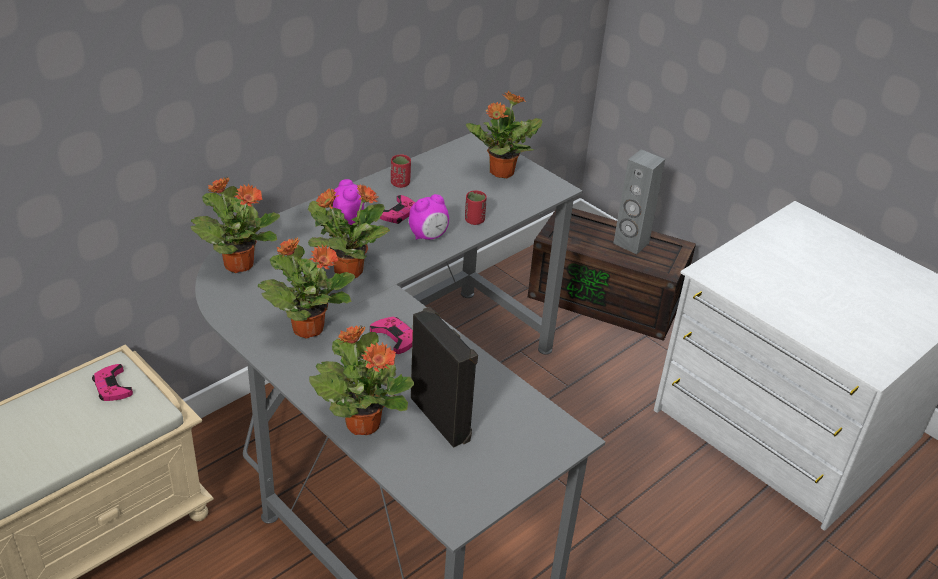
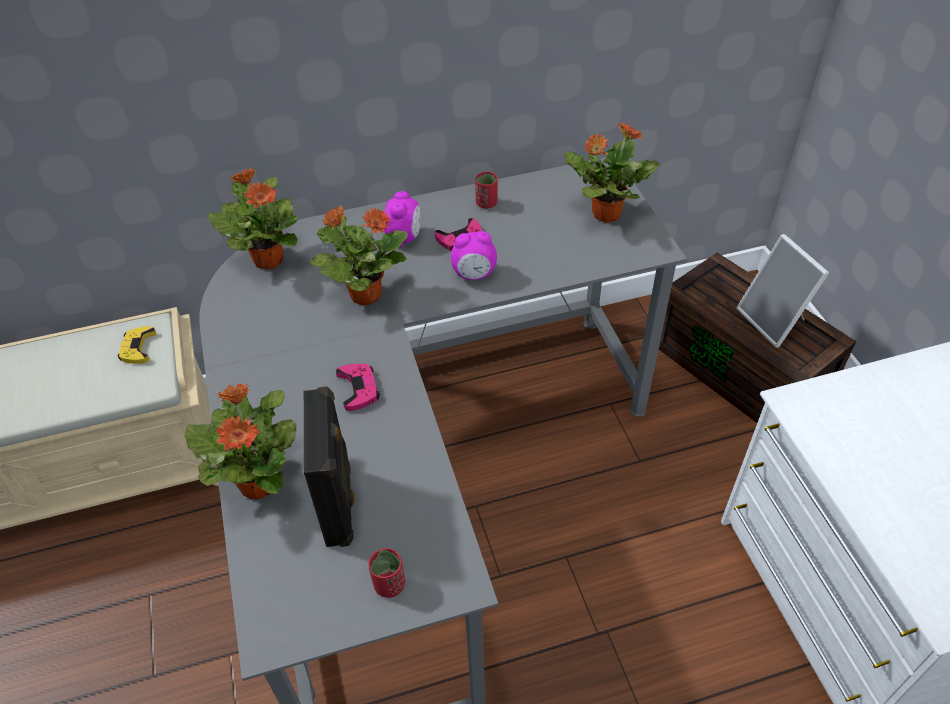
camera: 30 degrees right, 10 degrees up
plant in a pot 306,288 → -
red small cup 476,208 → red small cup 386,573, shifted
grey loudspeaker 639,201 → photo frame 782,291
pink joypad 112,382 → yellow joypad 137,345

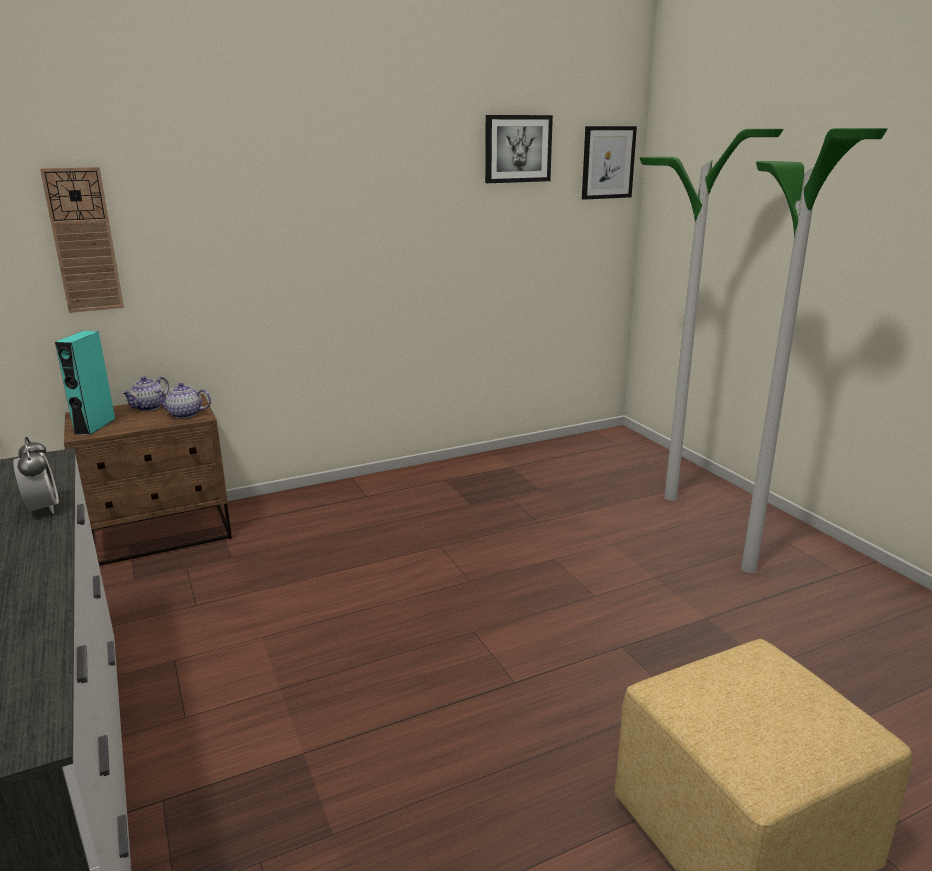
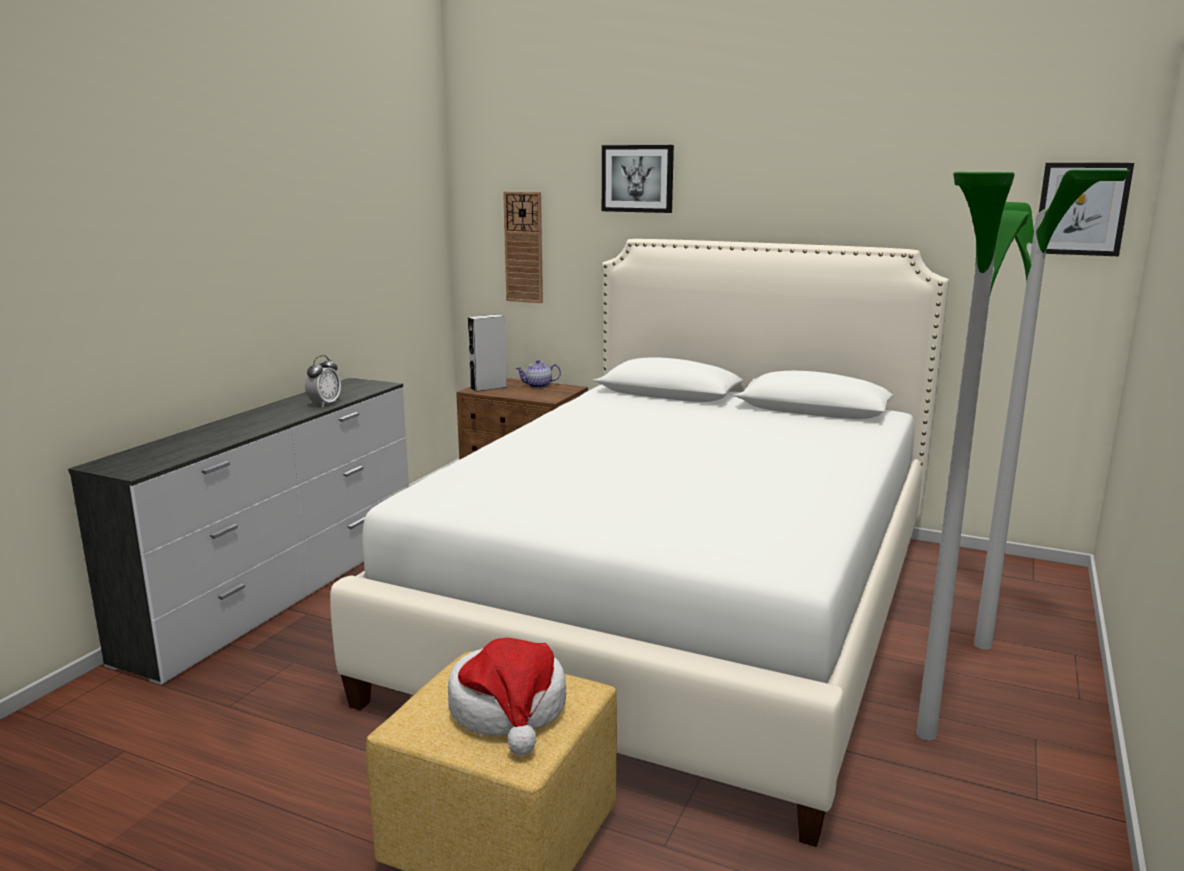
camera: 50 degrees right, 5 degrees down
tea pot 182,401 → -
- → white bedroom bed 639,543
- → clothing hat 507,696
picture 519,149 → picture 638,179, shifted
turquoise loudspeaker 85,383 → grey loudspeaker 487,353

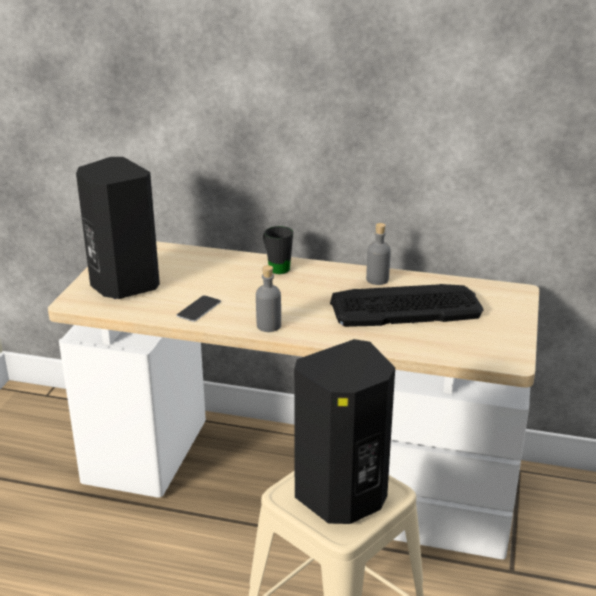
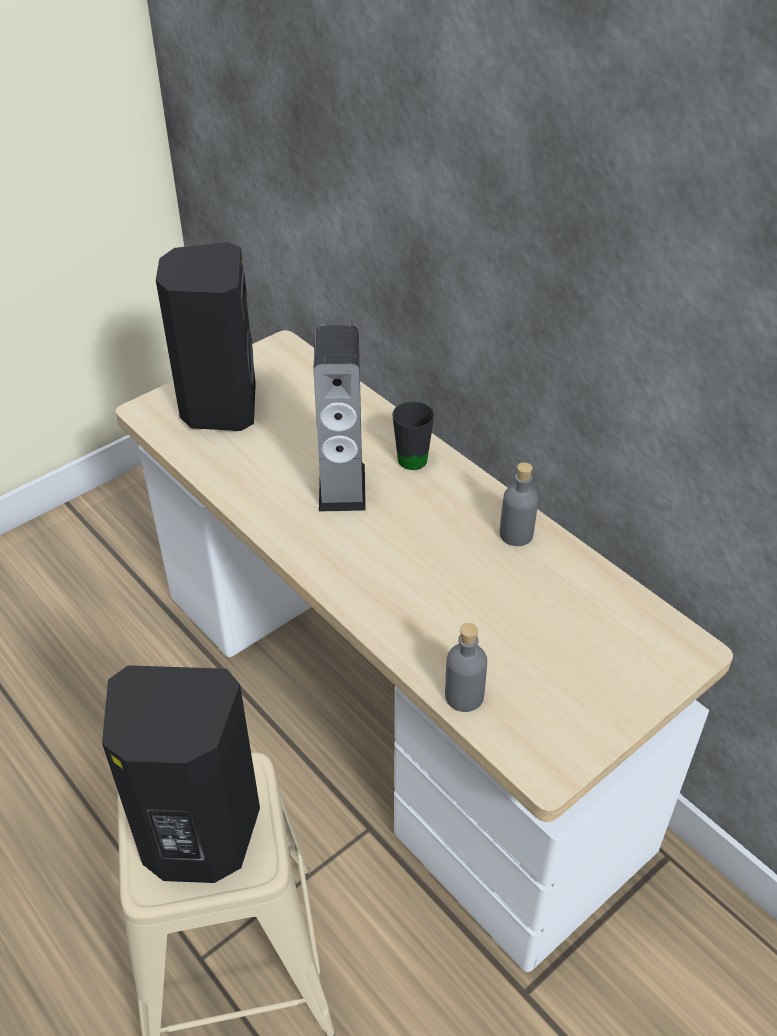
camera: 35 degrees right, 15 degrees up
telephone 198,308 → -
computer keyboard 407,305 → -
- → loudspeaker 339,418
grey beverage bottle 268,298 → grey beverage bottle 466,667, shifted

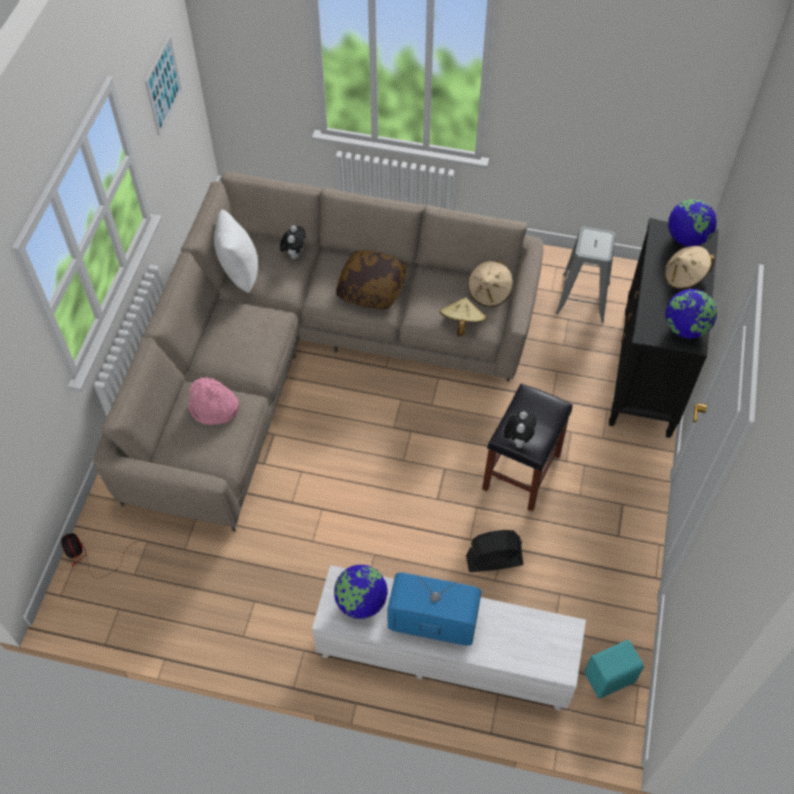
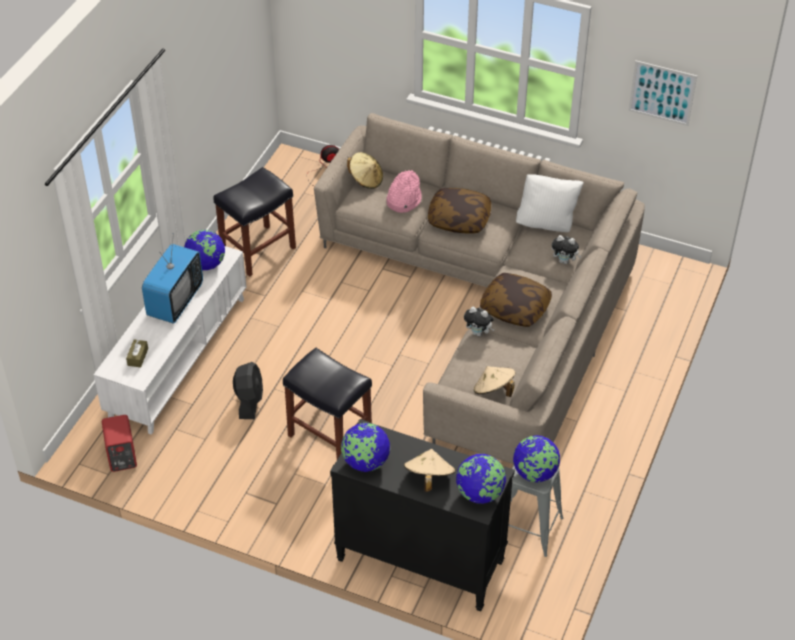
camera: 100 degrees right, 10 degrees down
- → brown-coloured tissue holder 137,353
- → black stool seat 254,222
- → cushion 459,210
- → world globe 536,459
beige clothing hat 463,316 → beige clothing hat 365,170, shifted
plush toy 520,429 → plush toy 479,321, shifted
turquoise loudspeaker 614,669 → red loudspeaker 119,443

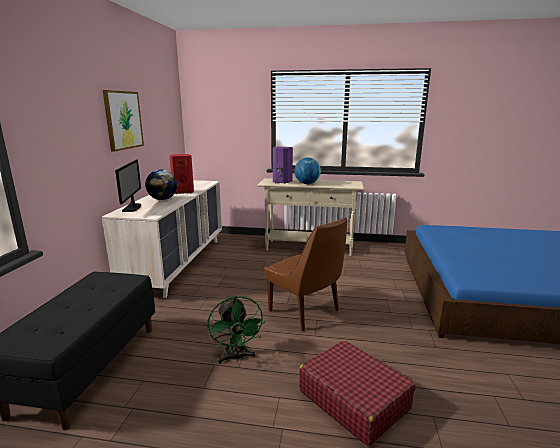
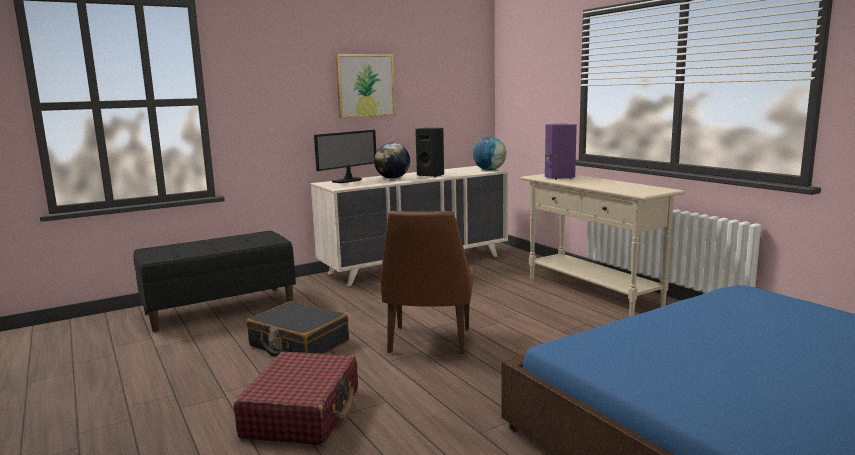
camera: 50 degrees right, 5 degrees down
world globe 307,170 → world globe 489,153, shifted
green electric fan 236,330 → black suitcase 297,329
red loudspeaker 182,174 → black loudspeaker 429,152

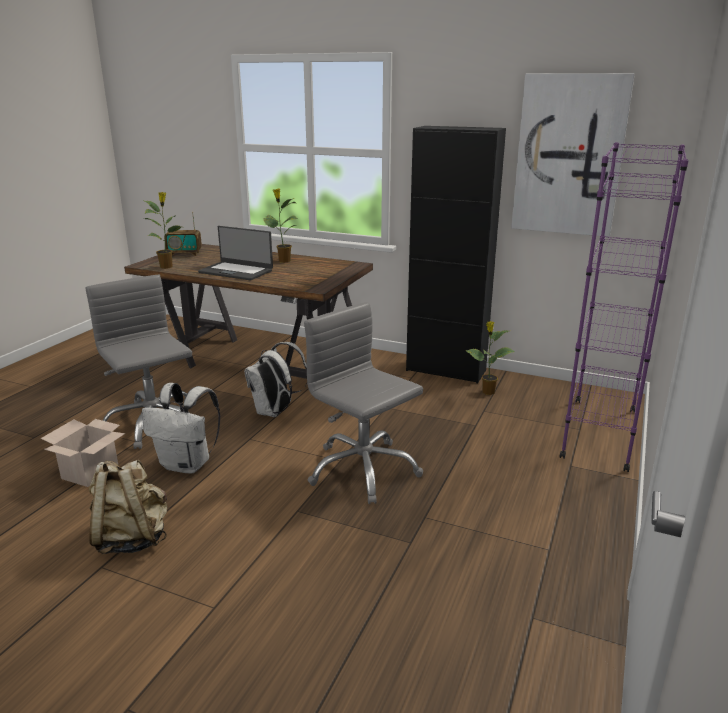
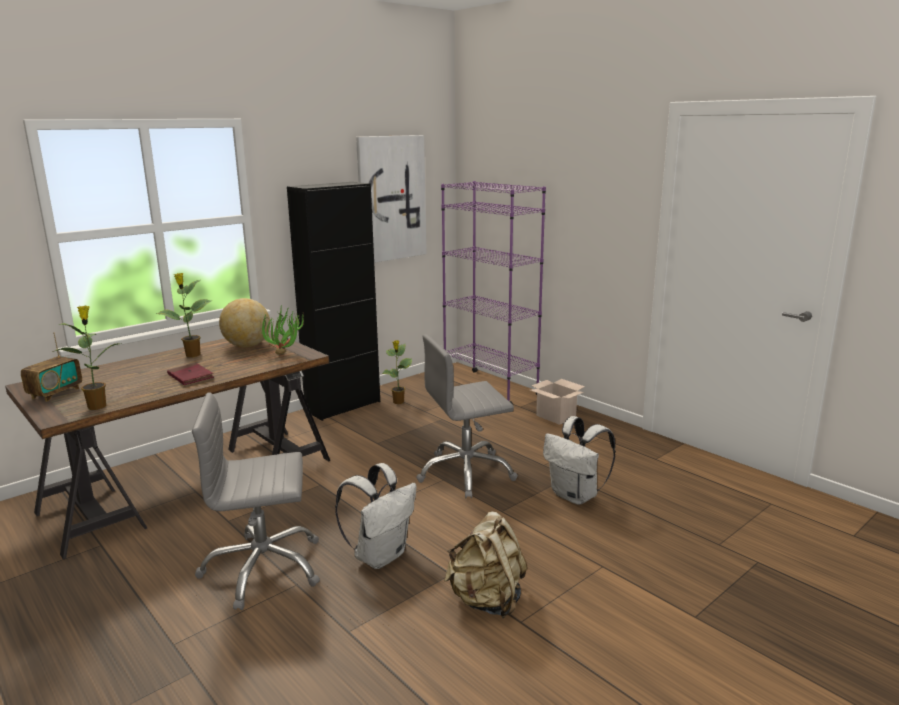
camera: 65 degrees left, 5 degrees down
- → world globe 244,323
- → plant in a pot 282,329
carton 83,453 → carton 557,402, shifted
white rucksack 275,379 → white rucksack 579,460, shifted
portable computer 235,253 → red book 190,374

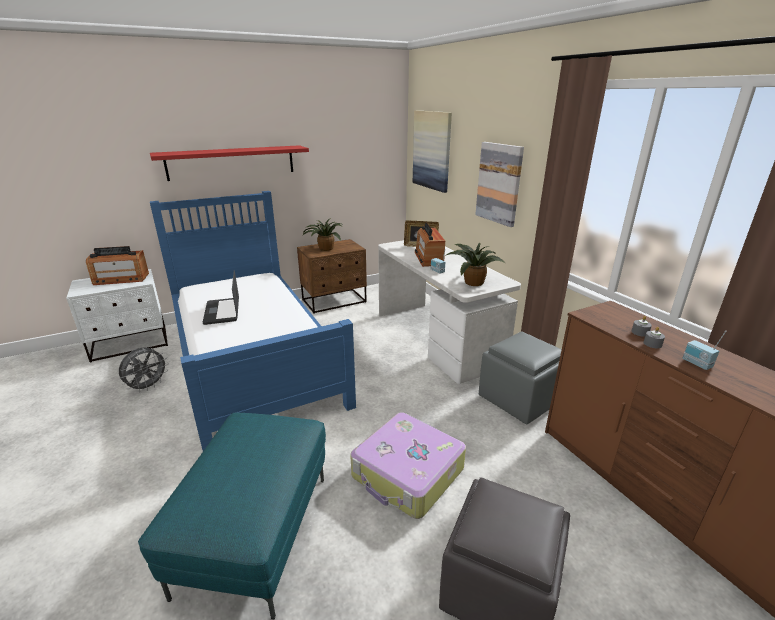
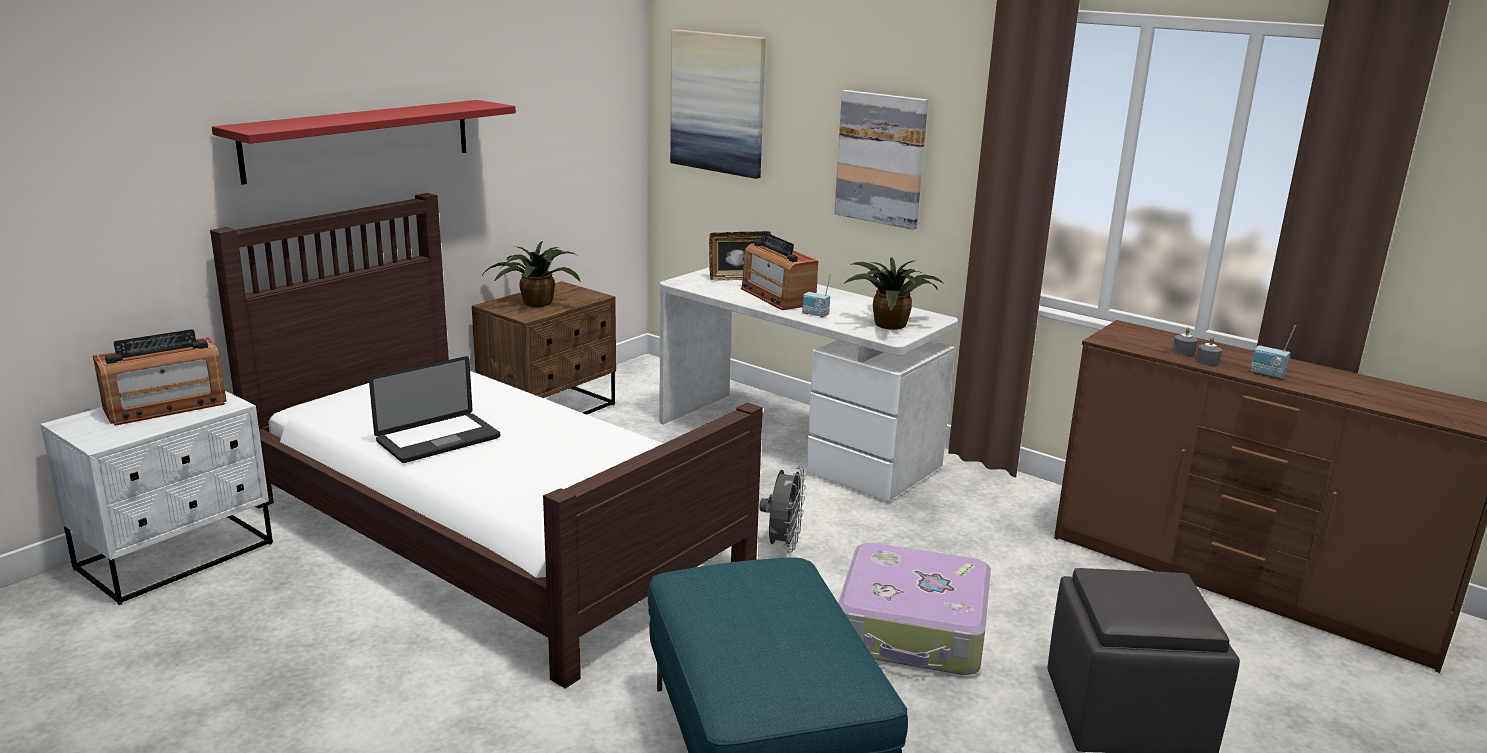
camera: 25 degrees left, 5 degrees down
grey pouffe 520,378 → -
grey electric fan 144,369 → grey electric fan 782,509, shifted
bluish bedroom bed 253,321 → brown-coloured bedroom bed 486,441
portable computer 221,298 → portable computer 434,409, 90 degrees counterclockwise

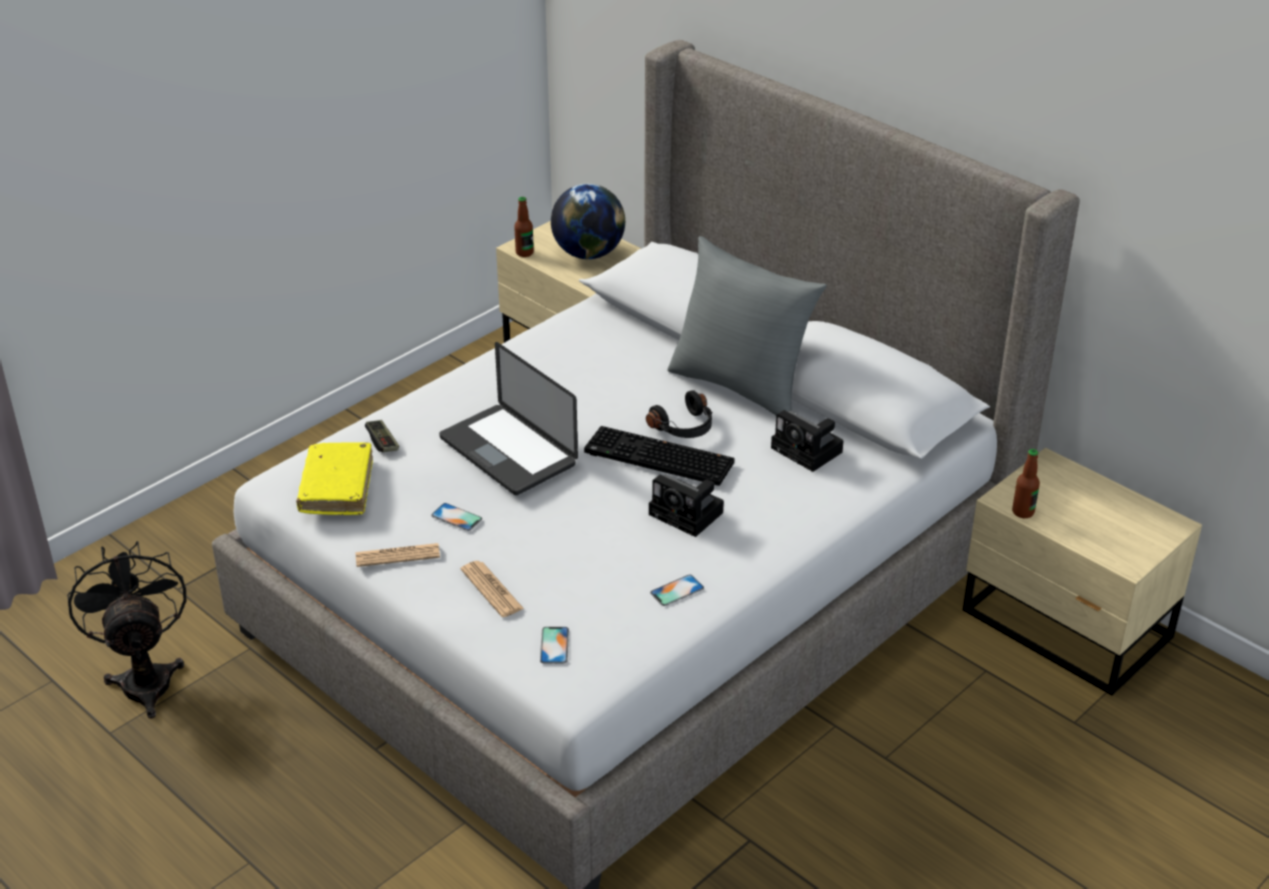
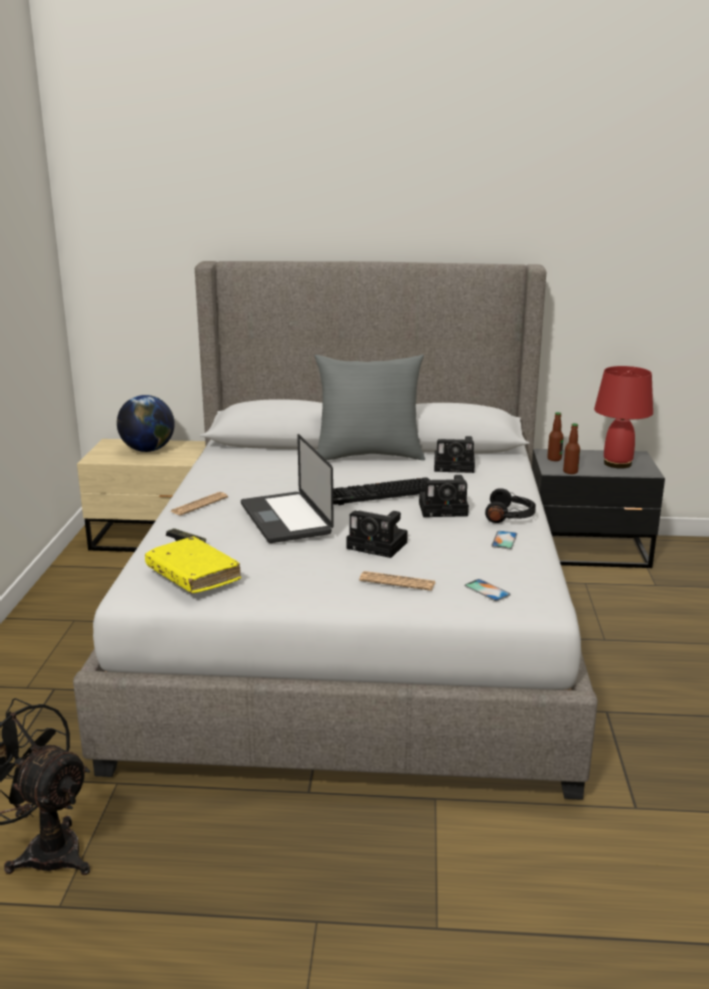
camera: 40 degrees left, 15 degrees down
telephone 456,517 → -
- → photo camera 377,534
- → red tabletop lamp 623,417
printed paper 398,555 → printed paper 199,503, shifted
beverage bottle 524,227 → beverage bottle 555,436, shifted
black headphones 679,414 → black headphones 510,505, shifted
beige night table 1082,572 → black night table 598,508
portable computer 508,418 → portable computer 287,488, 60 degrees clockwise

